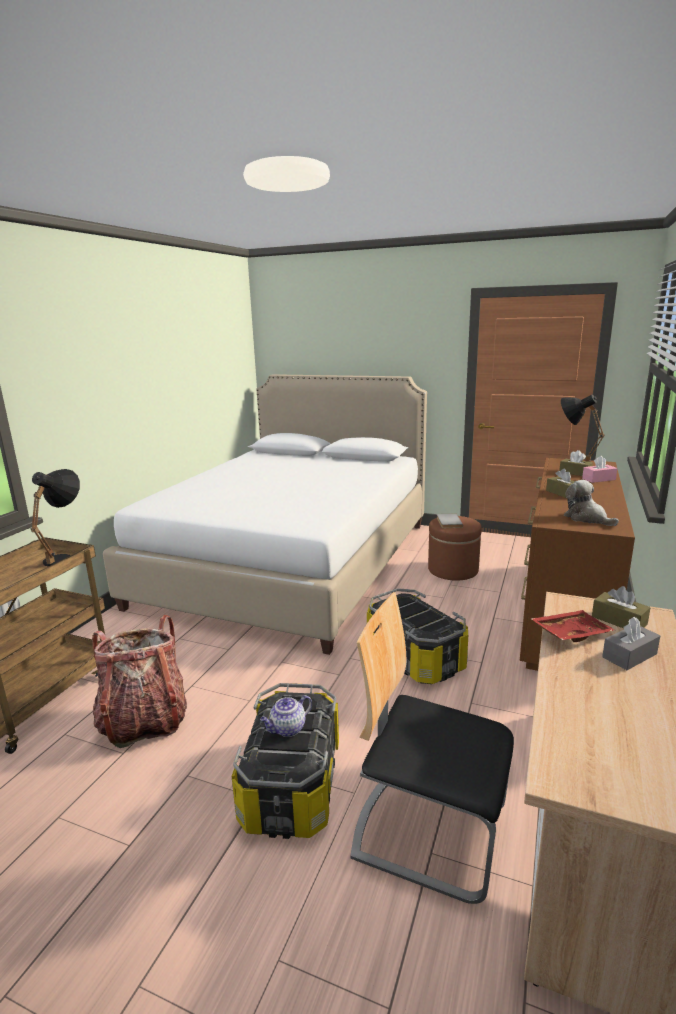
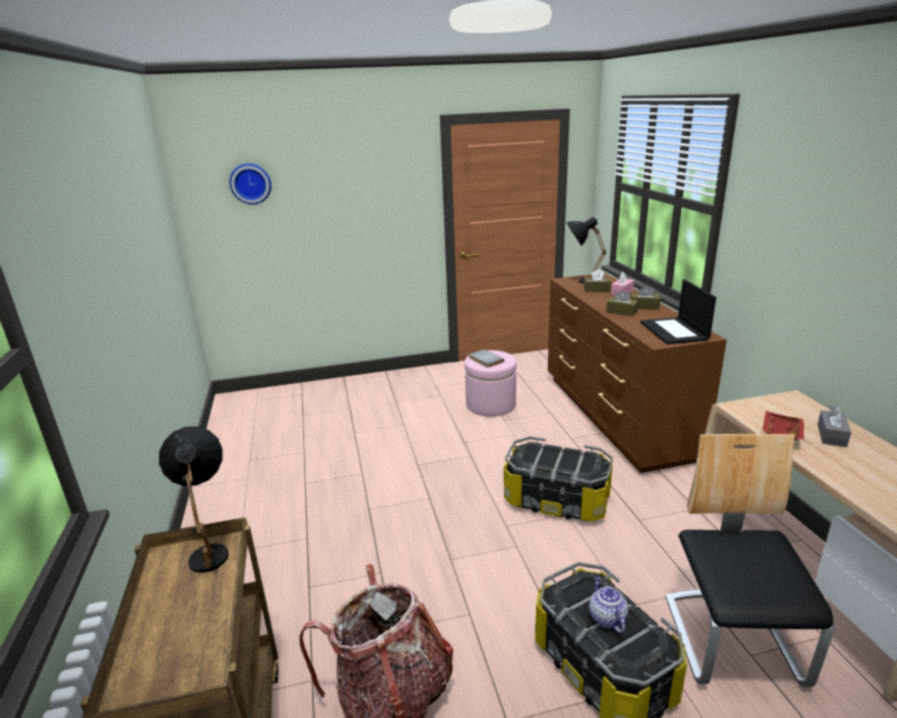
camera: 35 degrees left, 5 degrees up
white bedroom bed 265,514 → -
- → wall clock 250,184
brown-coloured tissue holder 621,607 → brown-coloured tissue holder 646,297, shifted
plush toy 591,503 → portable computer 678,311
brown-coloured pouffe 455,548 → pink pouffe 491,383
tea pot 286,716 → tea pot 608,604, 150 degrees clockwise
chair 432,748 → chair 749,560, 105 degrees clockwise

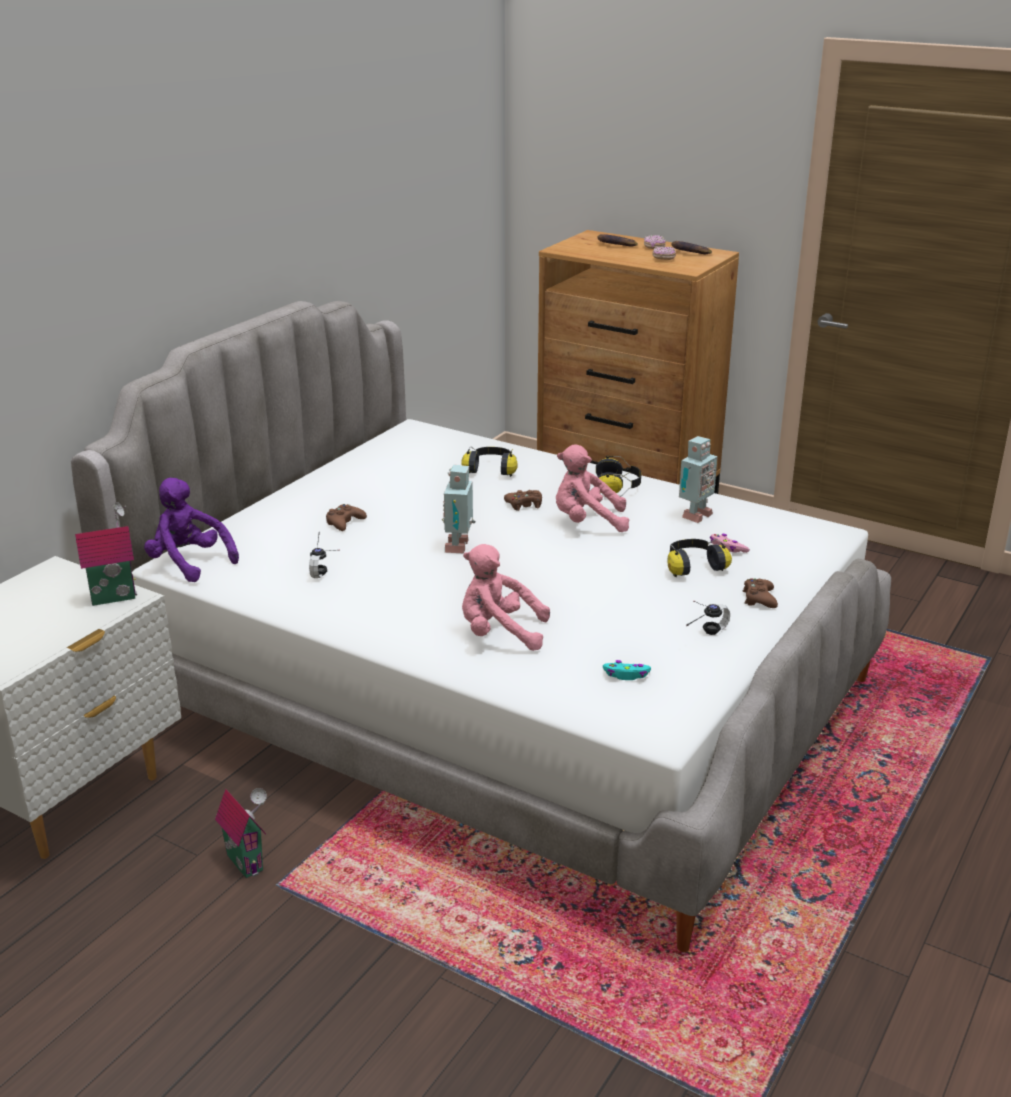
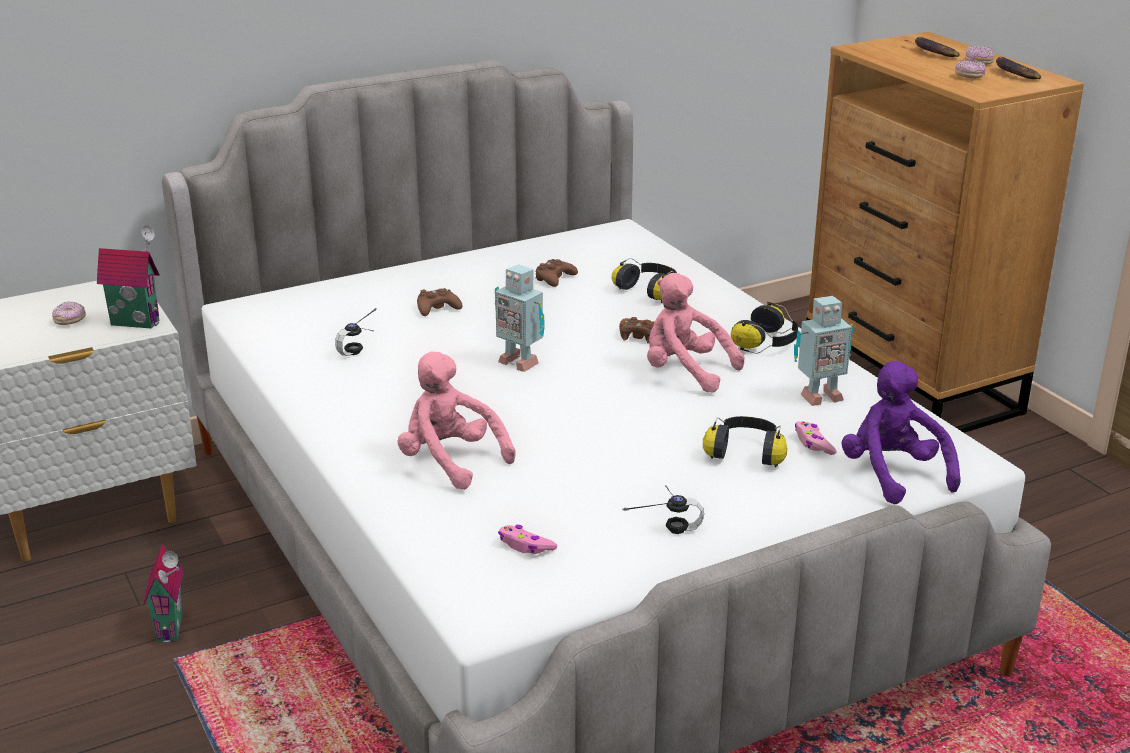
camera: 30 degrees right, 0 degrees up
- → doughnut 69,313
purple-coloured plush toy 191,530 → purple-coloured plush toy 901,432, shifted
brown-coloured joypad 760,593 → brown-coloured joypad 557,273, shifted
turquoise joypad 627,670 → pink joypad 528,539
robot figure 458,509 → robot figure 520,318, 90 degrees counterclockwise

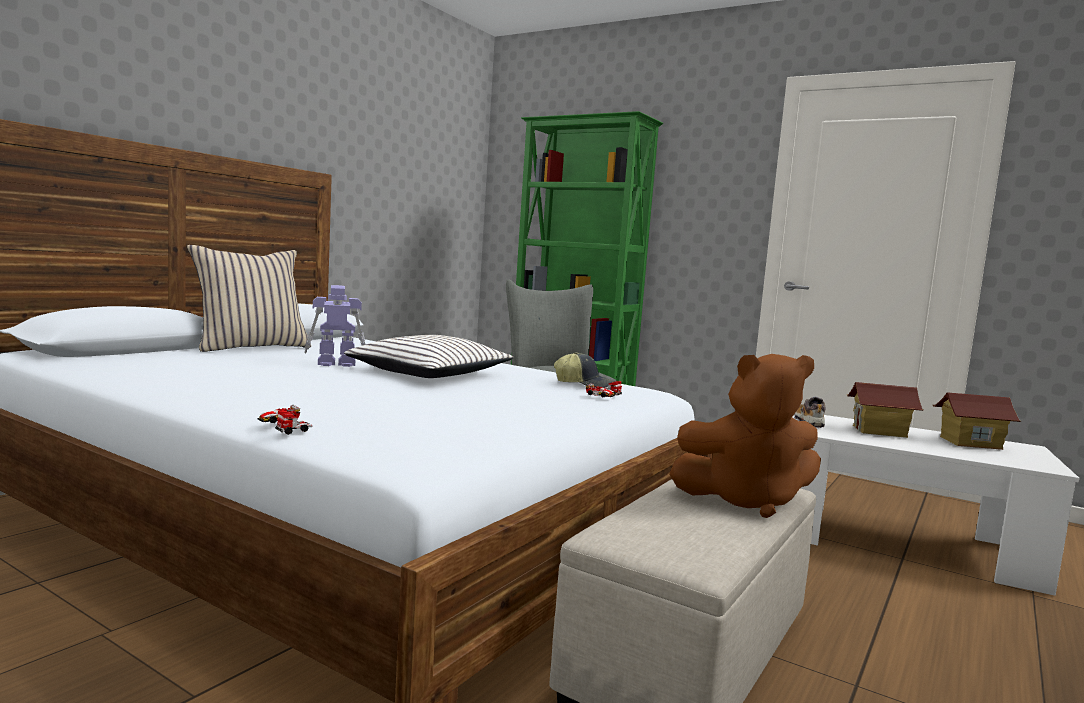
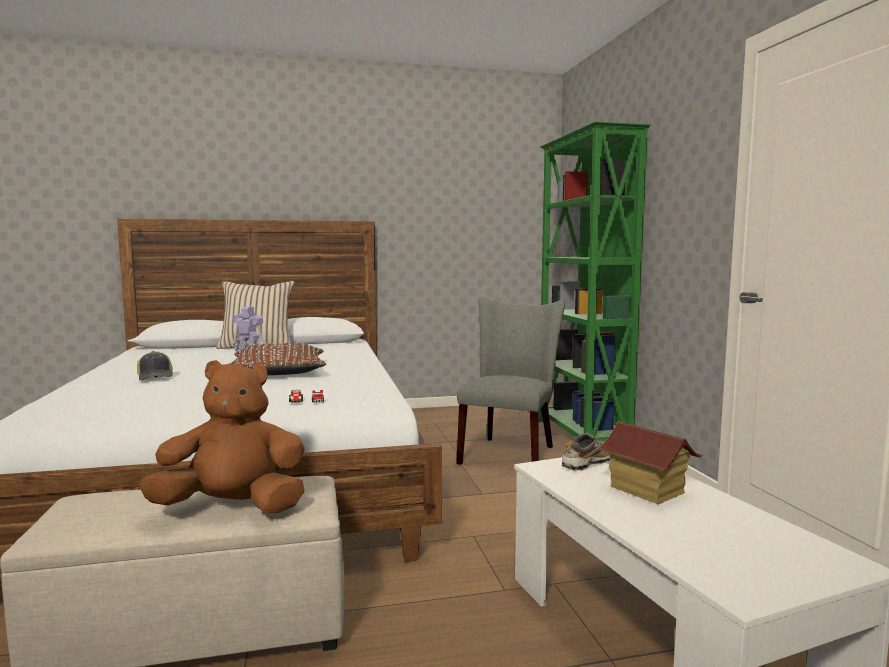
camera: 45 degrees right, 0 degrees up
toy car 284,420 → -
model house 977,421 → -
peaked cap 584,370 → peaked cap 155,366, shifted
white cushion 429,356 → brown-coloured cushion 277,359
brown-coloured plush toy 745,436 → brown-coloured plush toy 222,436, 135 degrees clockwise

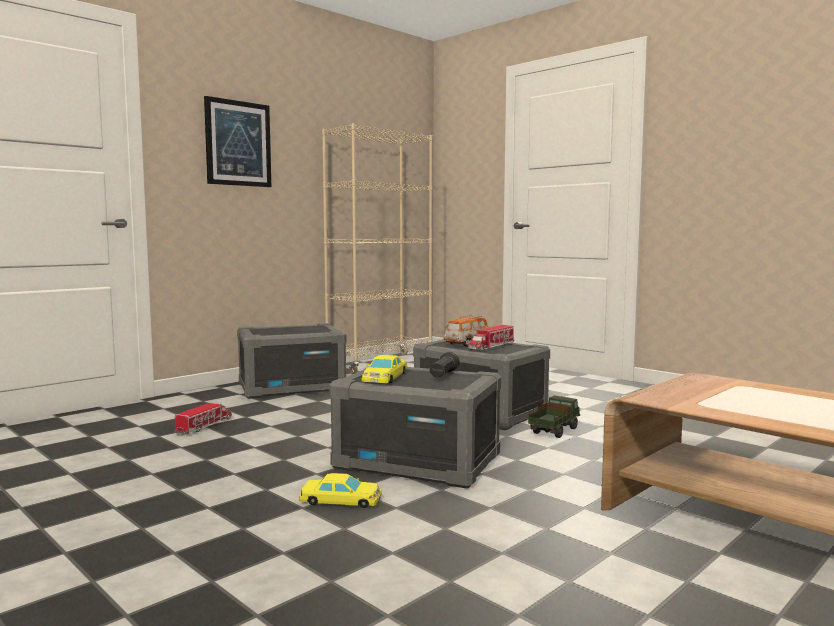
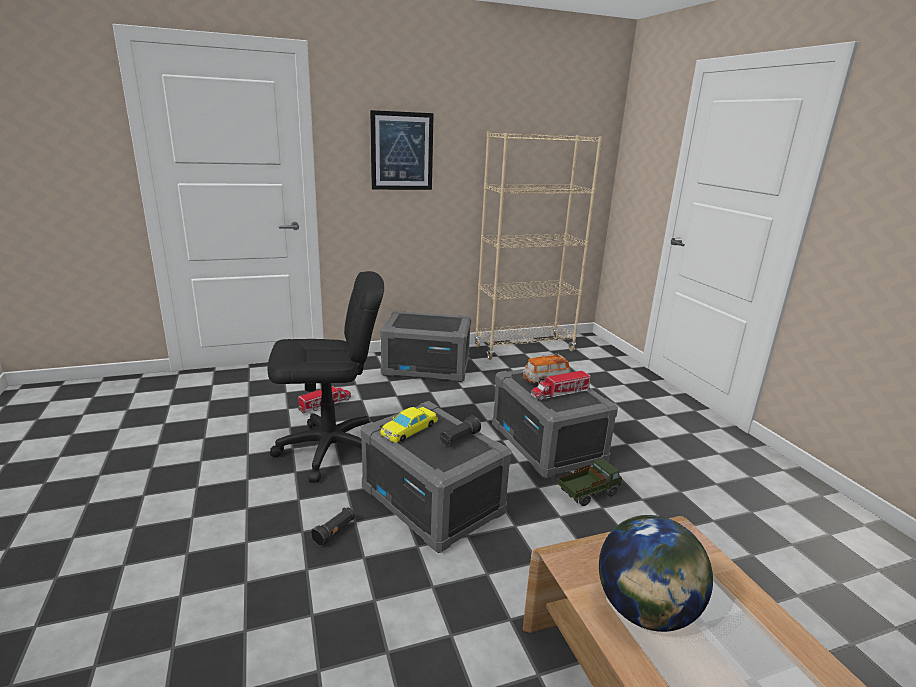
camera: 25 degrees right, 15 degrees up
- → black desk chair 326,377
- → world globe 656,573
yellow toy car 340,490 → black torch 333,526

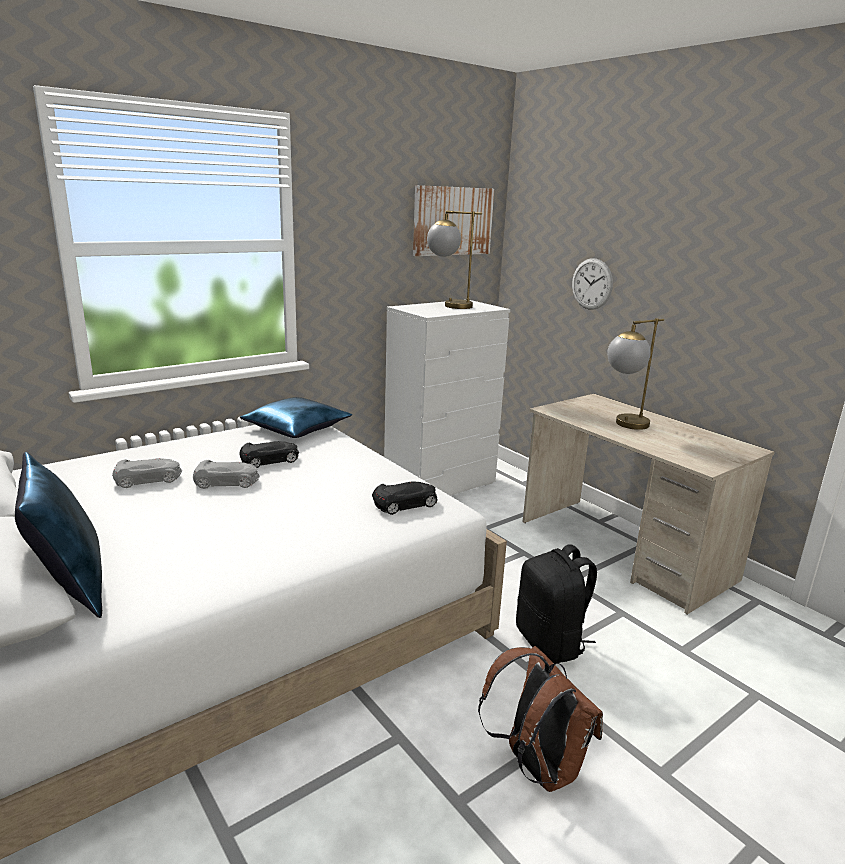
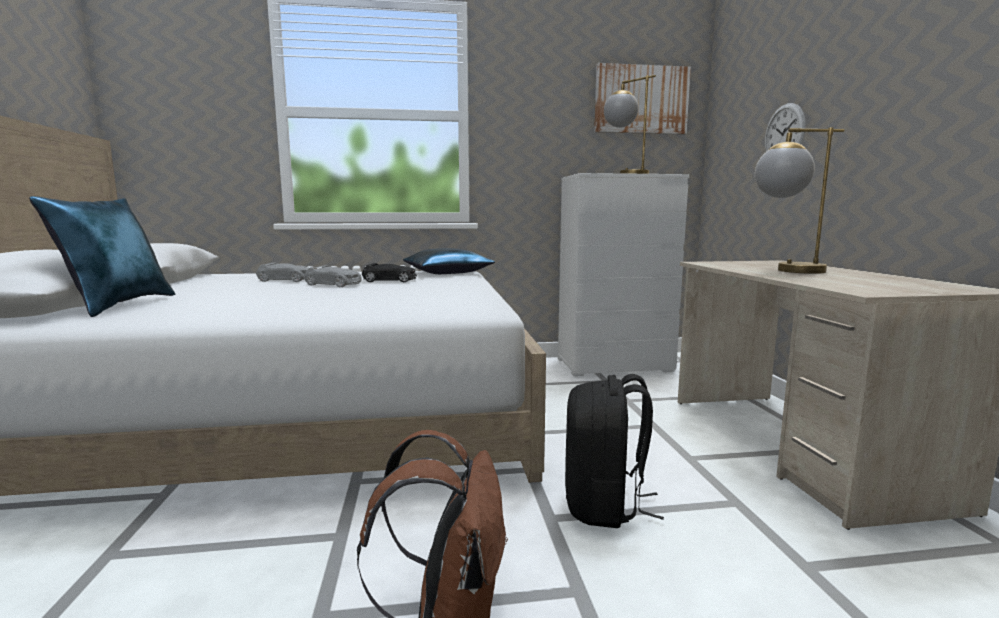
camera: 30 degrees right, 10 degrees down
black toy car 405,498 → -

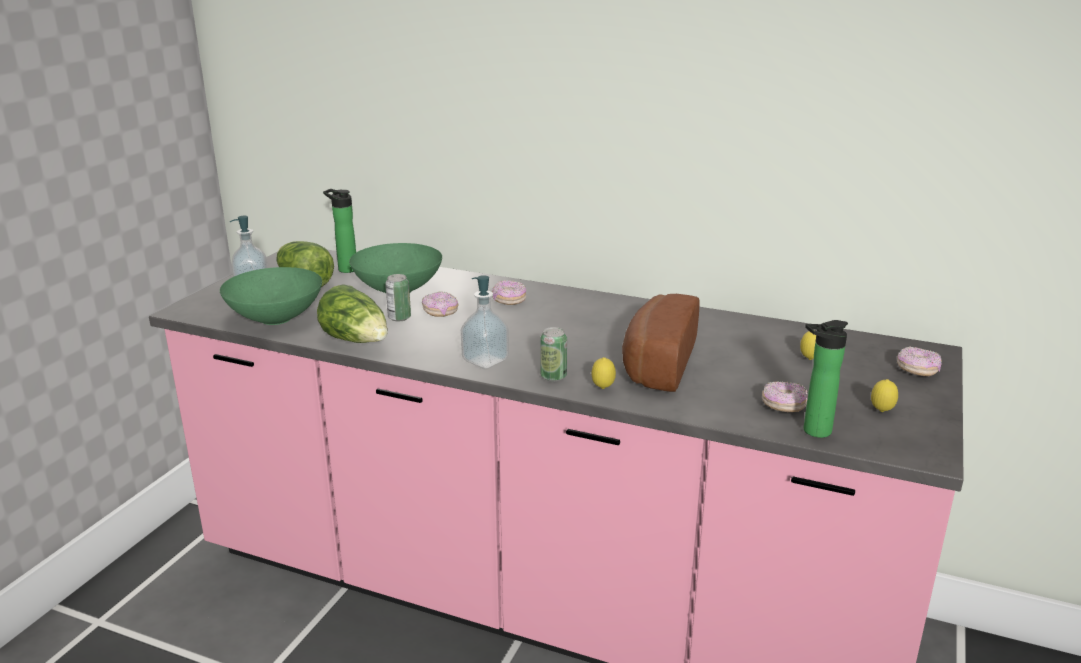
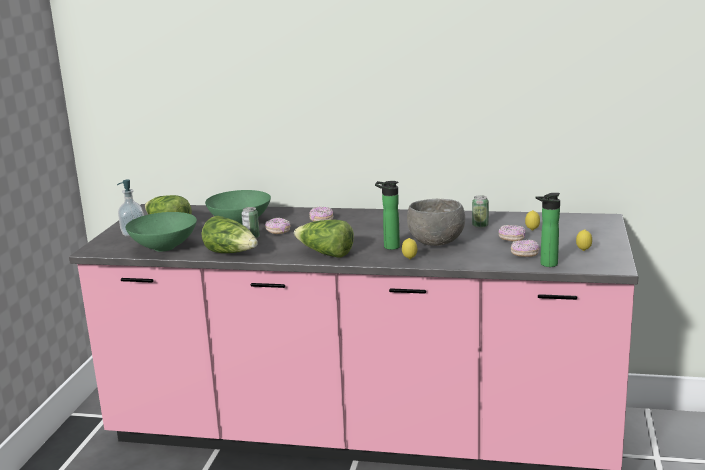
camera: 10 degrees left, 5 degrees down
beverage bottle 339,231 → beverage bottle 387,215, shifted
can 554,354 → can 480,211, shifted
doughnut 919,361 → doughnut 511,233, shifted
soap bottle 485,322 → lettuce 324,238
bread 661,343 → grey serving bowl 436,222

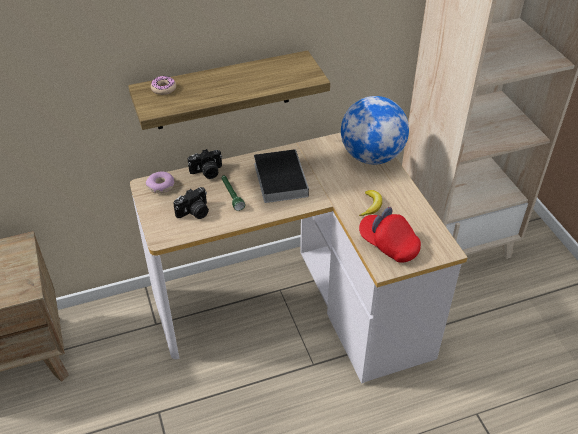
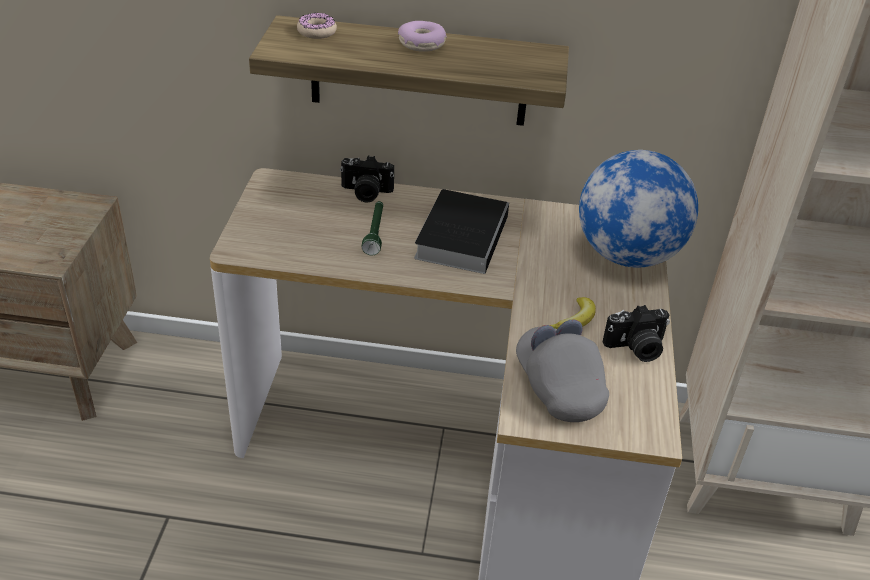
camera: 25 degrees right, 5 degrees down
doughnut 160,182 → doughnut 422,36, shifted
photo camera 191,203 → photo camera 636,333, shifted
red peaked cap 390,235 → grey peaked cap 562,370

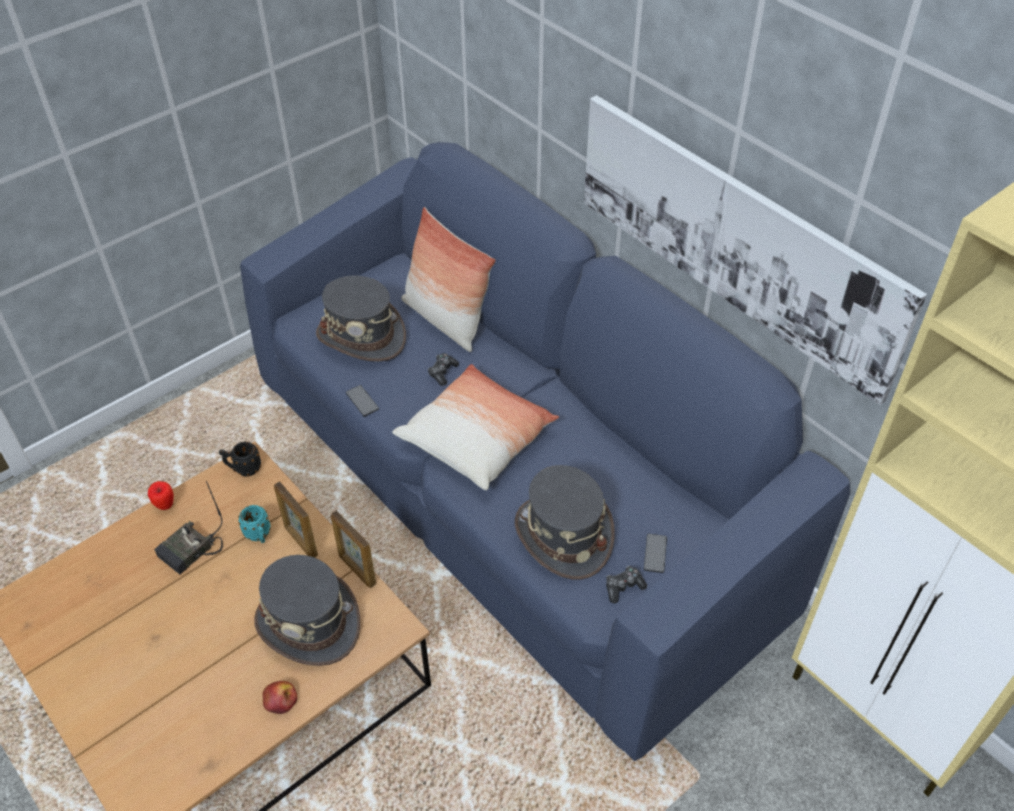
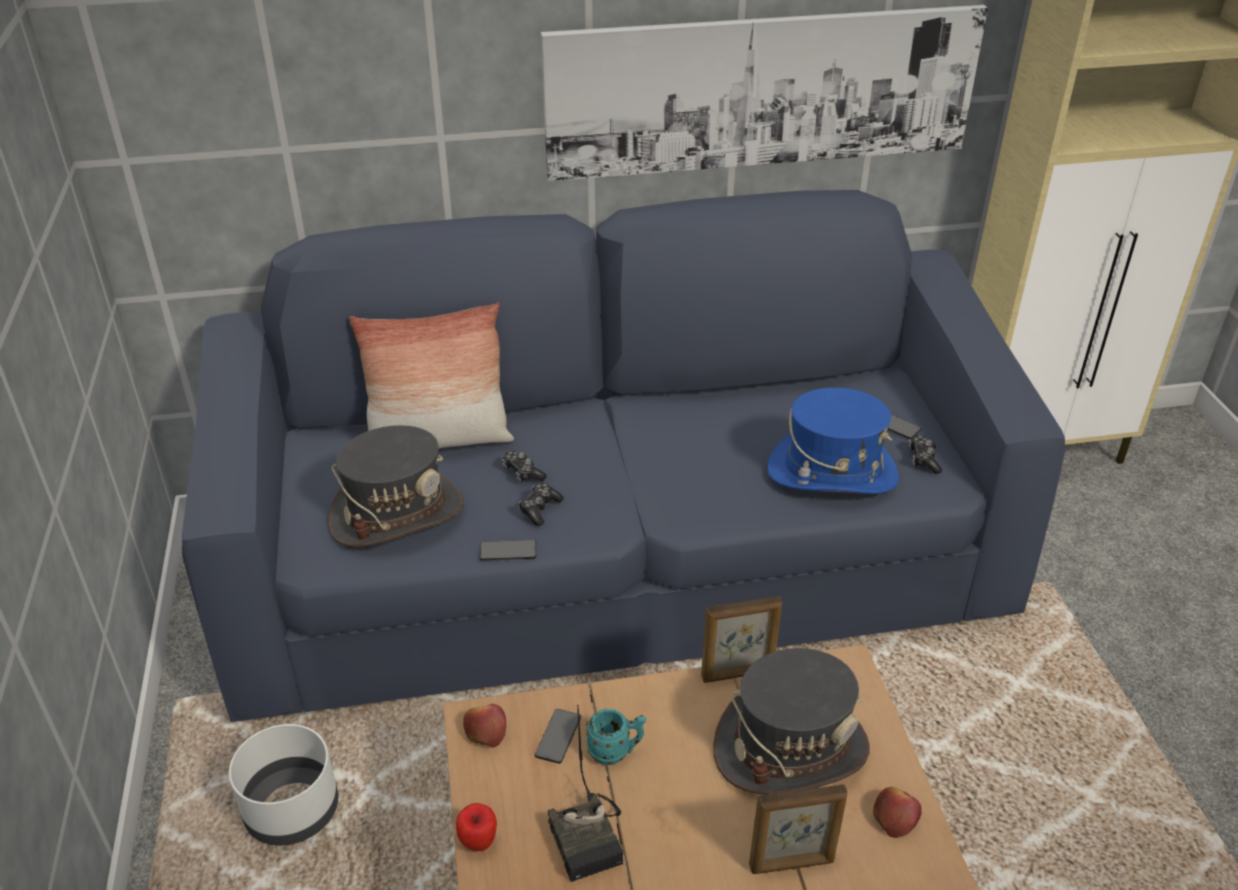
camera: 60 degrees left, 10 degrees down
cushion 475,427 → -
- → white plant pot 283,784
- → joypad 541,504
- → telephone 558,736
photo frame 296,519 → photo frame 798,829, shifted
black coffee mug 240,459 → whole apple 484,725
grey clothing hat 565,522 → bluish clothing hat 833,441

